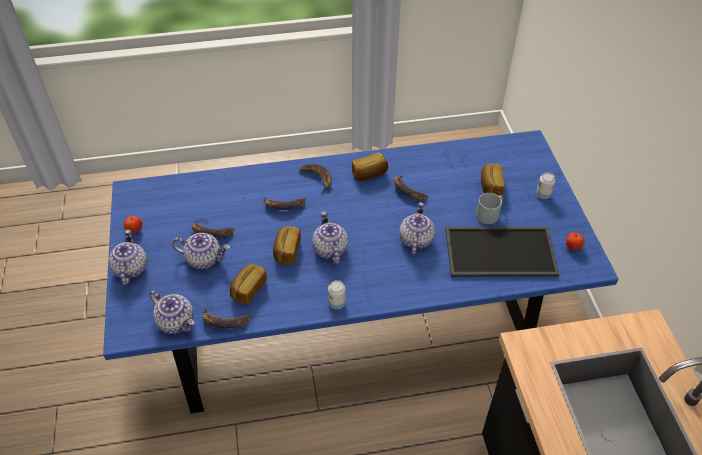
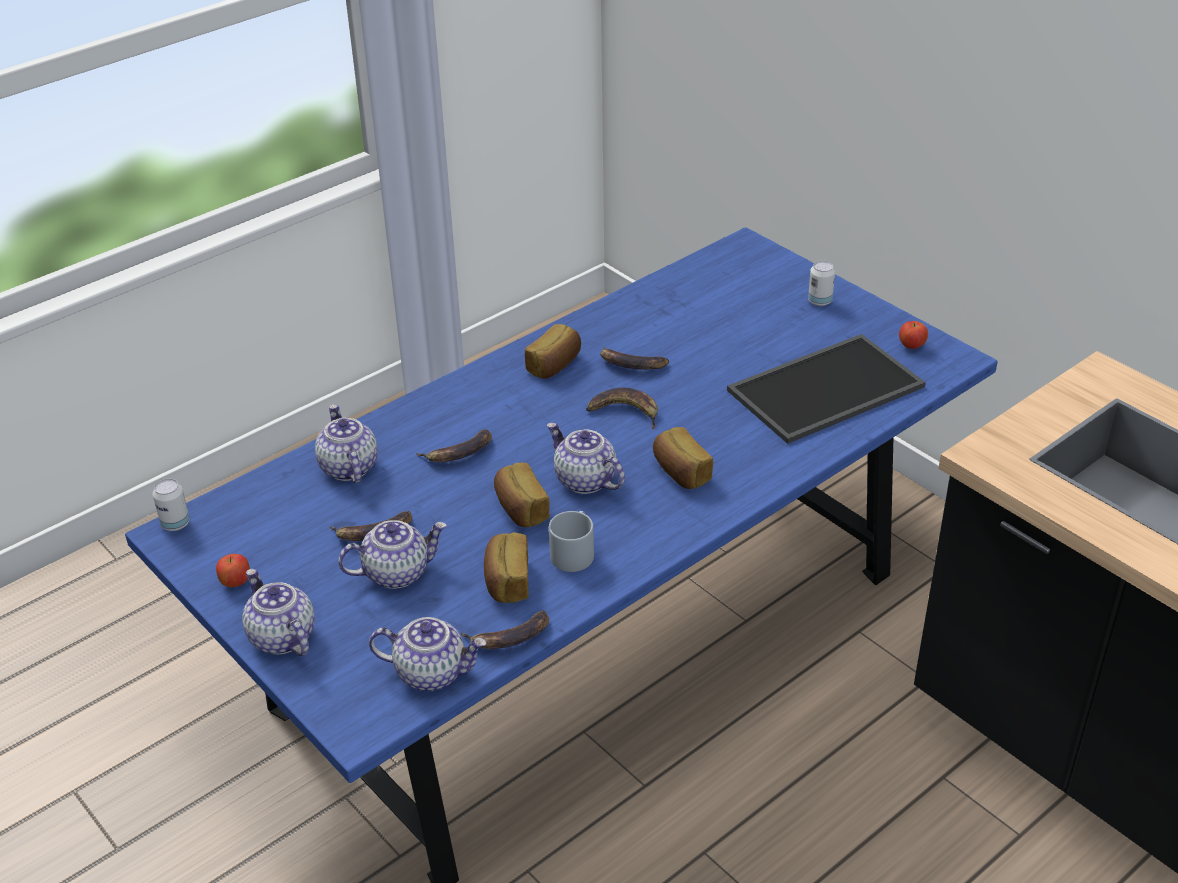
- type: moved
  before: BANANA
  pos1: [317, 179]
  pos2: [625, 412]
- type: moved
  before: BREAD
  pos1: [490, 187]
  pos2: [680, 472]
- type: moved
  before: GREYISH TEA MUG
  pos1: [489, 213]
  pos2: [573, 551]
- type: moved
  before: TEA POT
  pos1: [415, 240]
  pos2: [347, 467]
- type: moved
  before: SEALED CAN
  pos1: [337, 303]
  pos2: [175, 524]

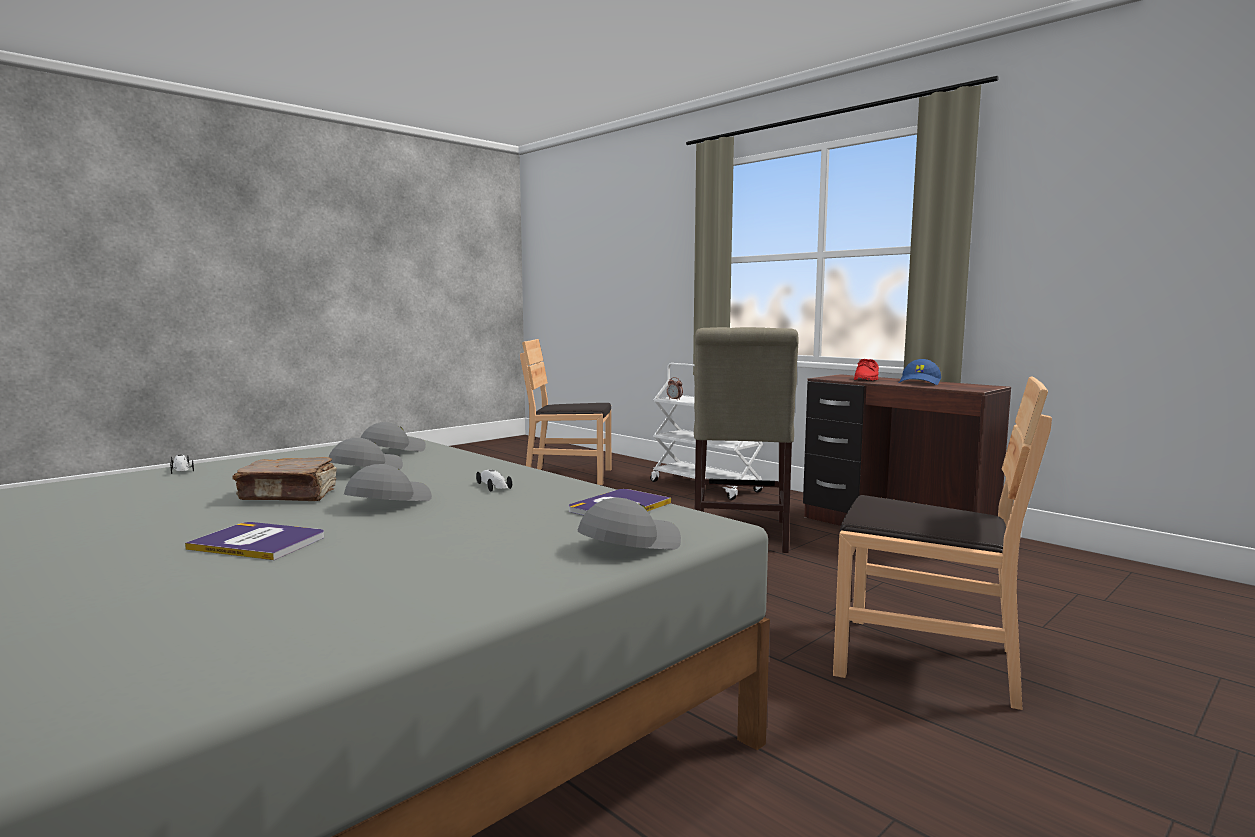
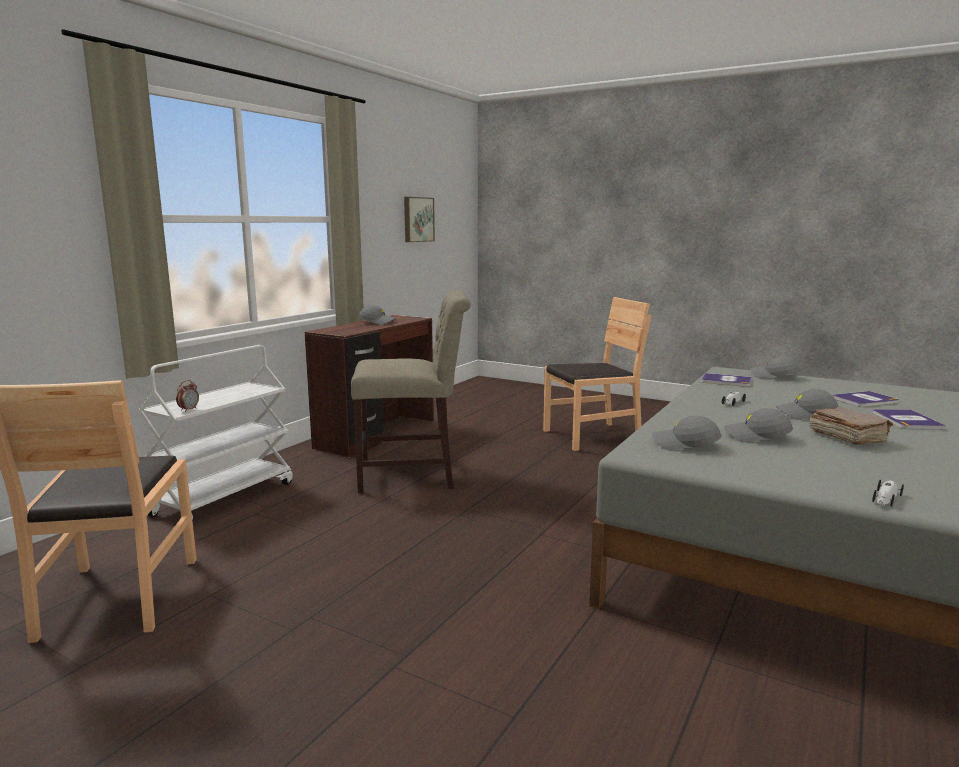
- type: removed
  before: RED LOW SHOE
  pos1: [867, 379]
- type: recoloured
  before: BLUISH CAP
  after: GREYISH CAP
  pos1: [920, 382]
  pos2: [378, 322]
- type: turned
  before: BROWN UPRIGHT CHAIR
  pos1: [925, 660]
  pos2: [591, 436]
  turn: 60
- type: added
  after: WALL ART
  pos2: [417, 219]
- type: added
  after: BOOK
  pos2: [864, 400]

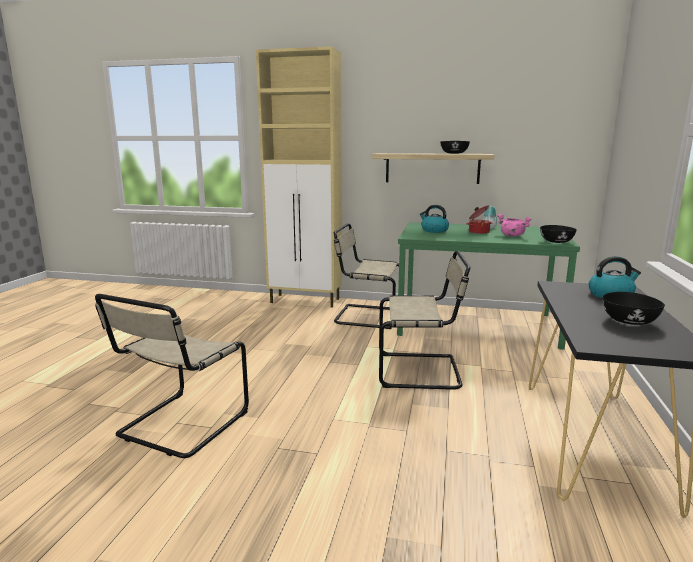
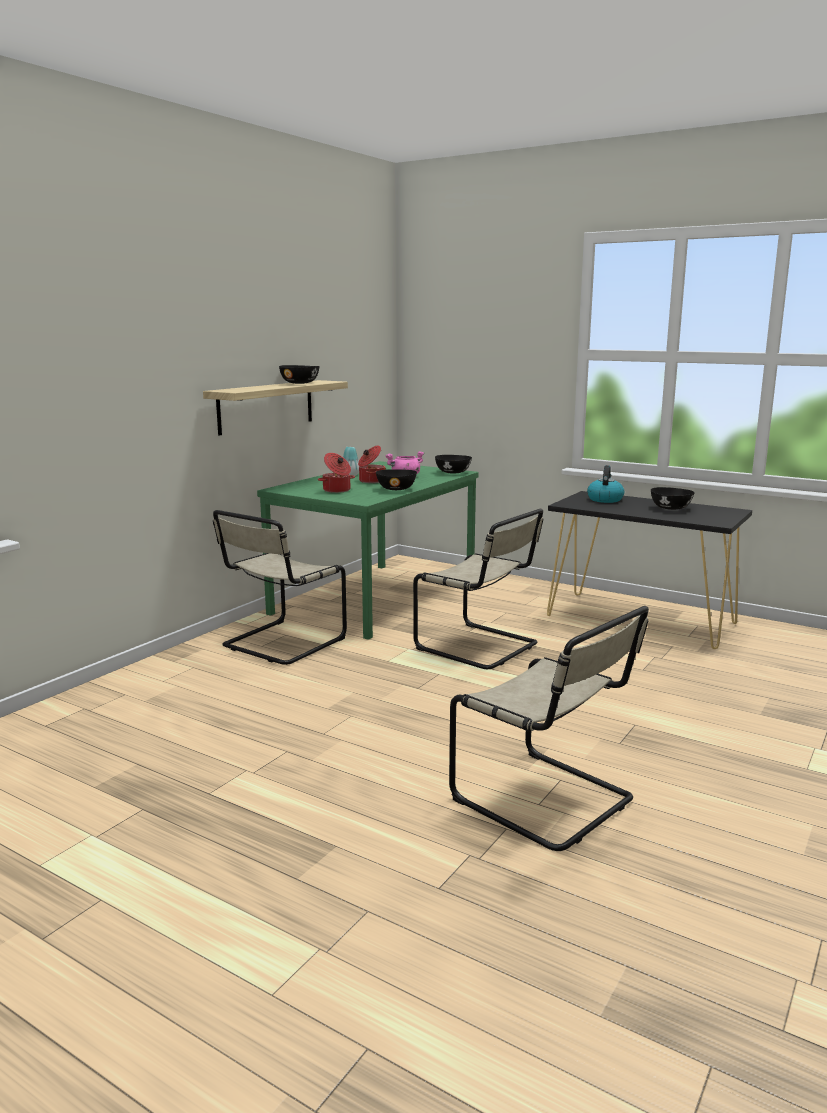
- type: removed
  before: BEIGE CABINET
  pos1: [306, 301]
- type: replaced
  before: KETTLE
  after: SAUCEPOT
  pos1: [434, 230]
  pos2: [337, 490]
- type: turned
  before: BEIGE UPRIGHT CHAIR
  pos1: [422, 371]
  pos2: [480, 647]
  turn: 105
- type: added
  after: BLACK-COLOURED BOWL
  pos2: [396, 489]

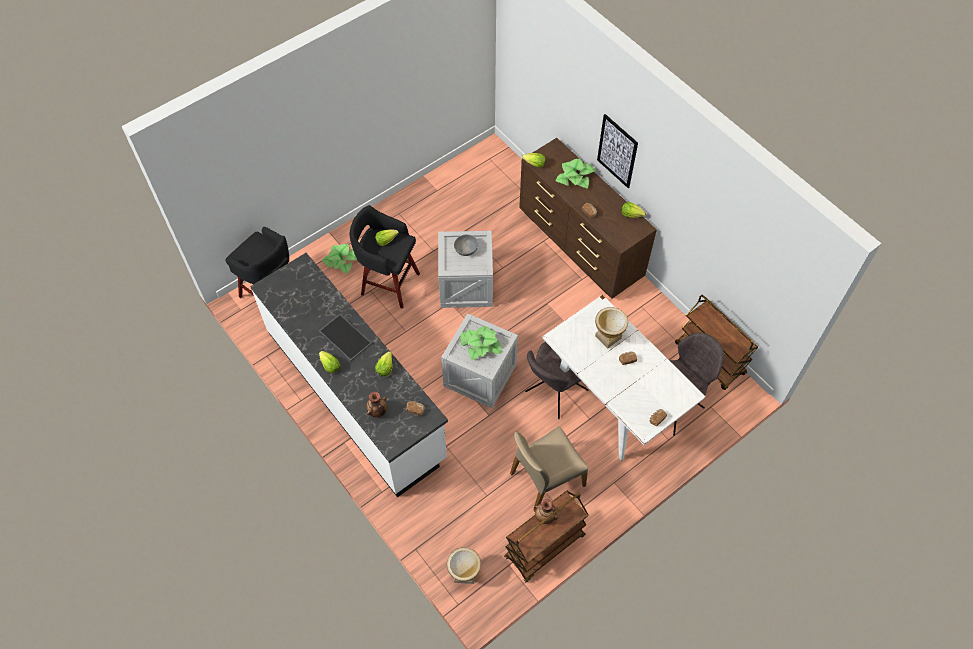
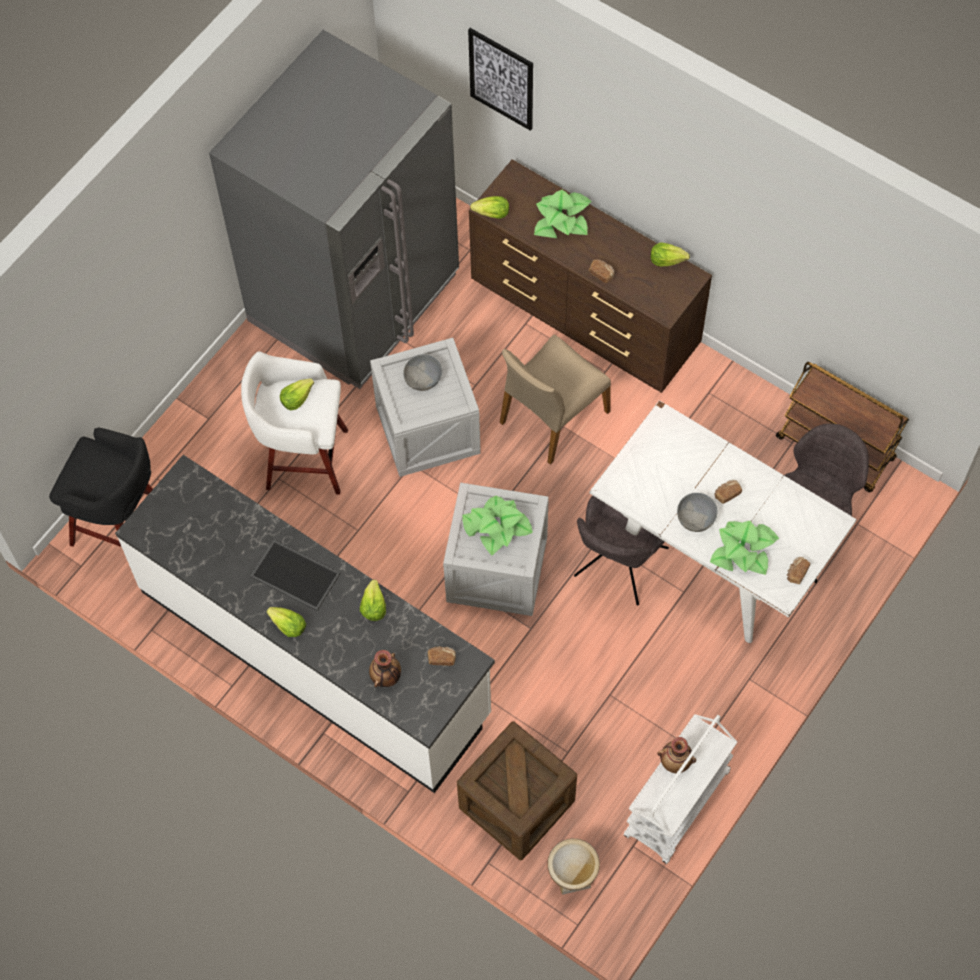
- type: moved
  before: WALL ART
  pos1: [617, 151]
  pos2: [501, 79]
- type: recoloured
  before: BLACK-COLOURED STOOL
  after: WHITE STOOL
  pos1: [388, 283]
  pos2: [303, 458]
- type: moved
  before: PLANT IN A POT
  pos1: [342, 260]
  pos2: [743, 551]
- type: removed
  before: FLOWER VASE
  pos1: [608, 336]
- type: moved
  before: BEIGE UPRIGHT CHAIR
  pos1: [546, 479]
  pos2: [552, 416]
- type: recoloured
  before: BROWN WHEELED CART
  after: WHITE WHEELED CART
  pos1: [544, 547]
  pos2: [677, 805]
- type: added
  after: GREYISH KITCHEN FRIDGE
  pos2: [354, 298]
- type: added
  after: GREYISH BOWL
  pos2: [696, 518]
- type: added
  after: SHIPPING CRATE
  pos2: [516, 804]

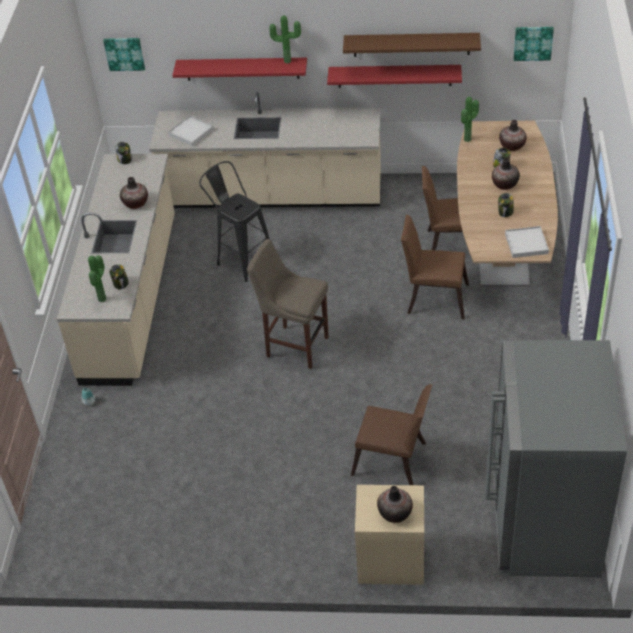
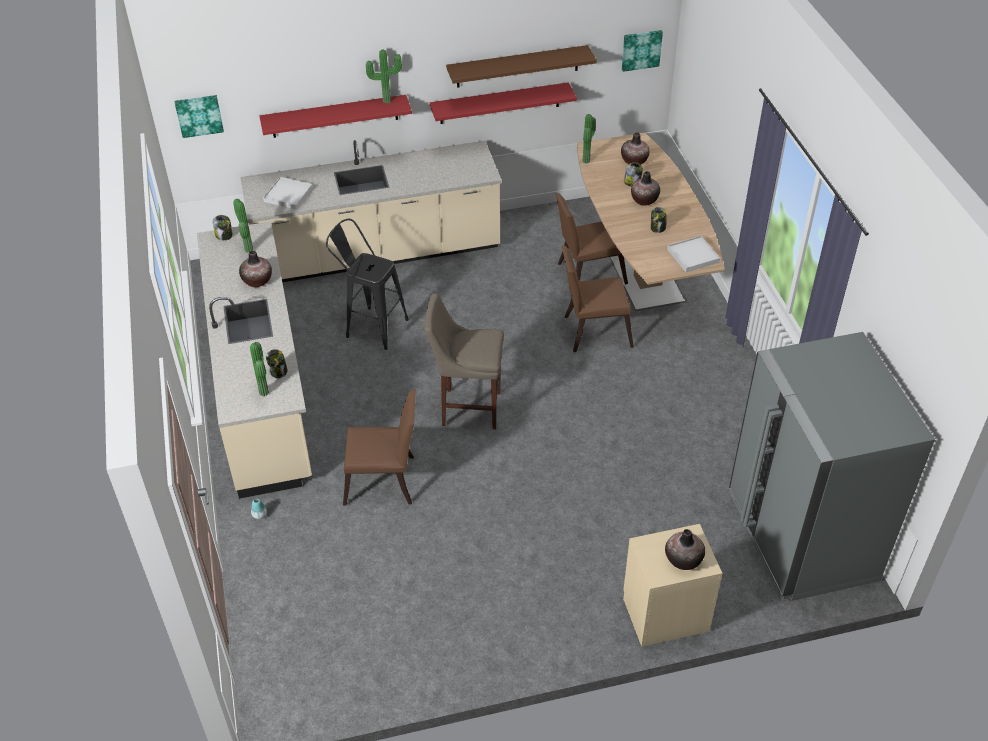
- type: moved
  before: BROWN UPRIGHT CHAIR
  pos1: [394, 461]
  pos2: [385, 482]
- type: added
  after: PLANT IN A POT
  pos2: [247, 250]

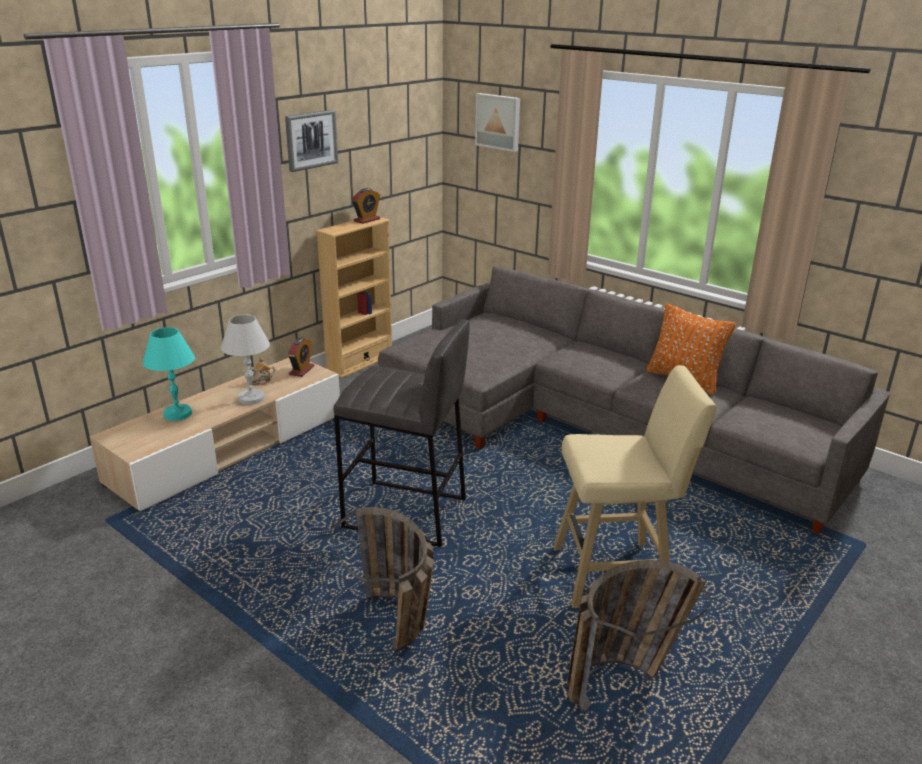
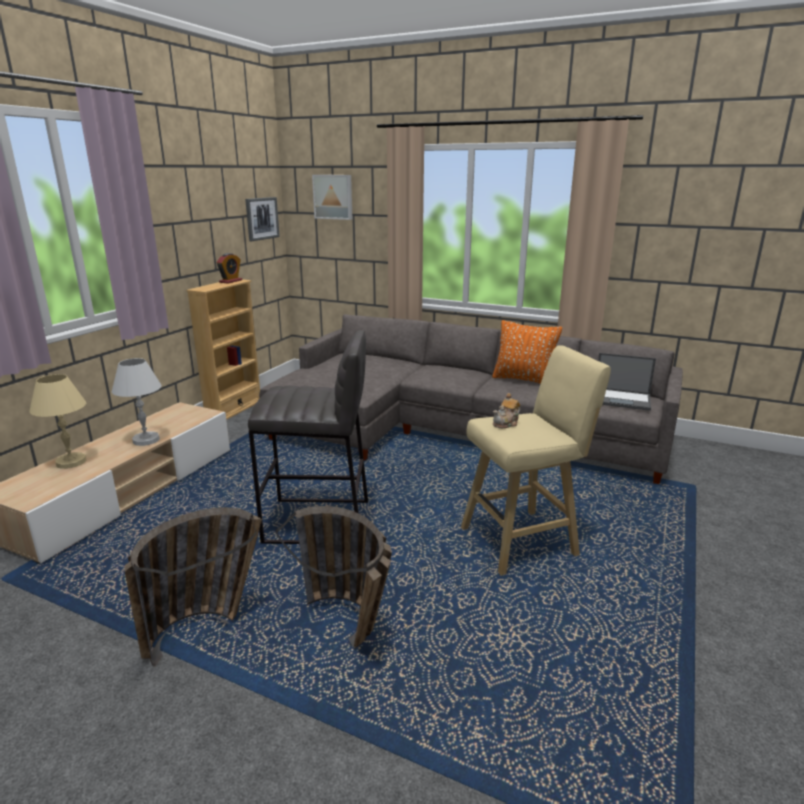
- type: moved
  before: WALL ART
  pos1: [311, 140]
  pos2: [261, 218]
- type: recoloured
  before: TURQUOISE-COLOURED LAMP FOR A TABLE
  after: BEIGE LAMP FOR A TABLE
  pos1: [177, 414]
  pos2: [71, 462]
- type: removed
  before: BEDSIDE CLOCK
  pos1: [301, 370]
- type: moved
  before: TEA POT
  pos1: [260, 381]
  pos2: [506, 423]
- type: moved
  before: STORAGE BASKET
  pos1: [624, 680]
  pos2: [206, 628]
- type: added
  after: PORTABLE COMPUTER
  pos2: [622, 399]

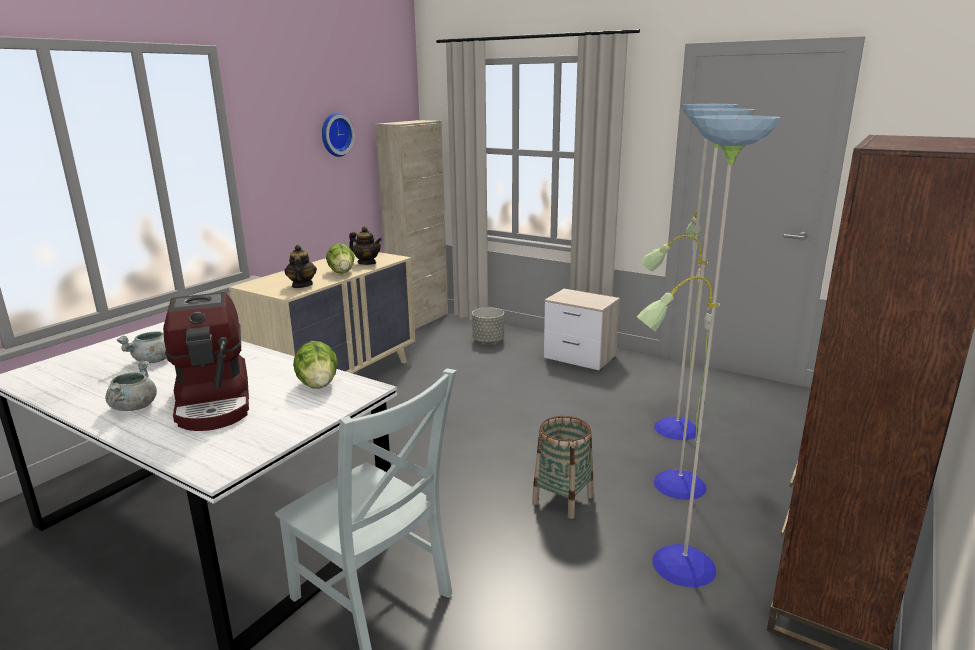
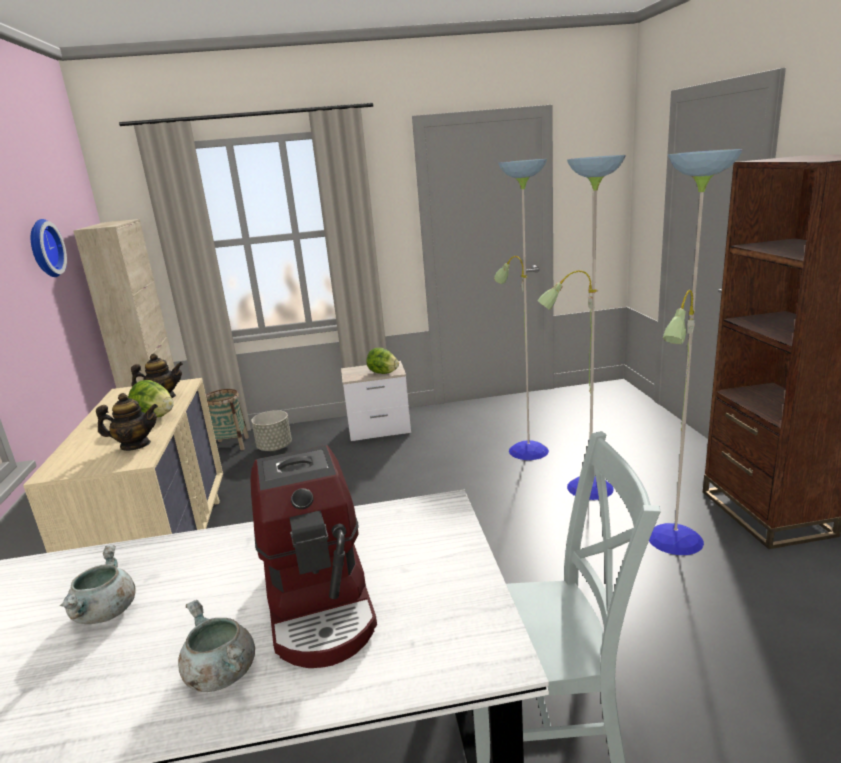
- type: turned
  before: TEA POT
  pos1: [302, 285]
  pos2: [135, 445]
  turn: 135
- type: turned
  before: COFFEE MAKER
  pos1: [215, 402]
  pos2: [321, 604]
  turn: 45
- type: moved
  before: LETTUCE HEAD
  pos1: [318, 385]
  pos2: [383, 373]
- type: moved
  before: STORAGE BASKET
  pos1: [563, 499]
  pos2: [231, 445]

